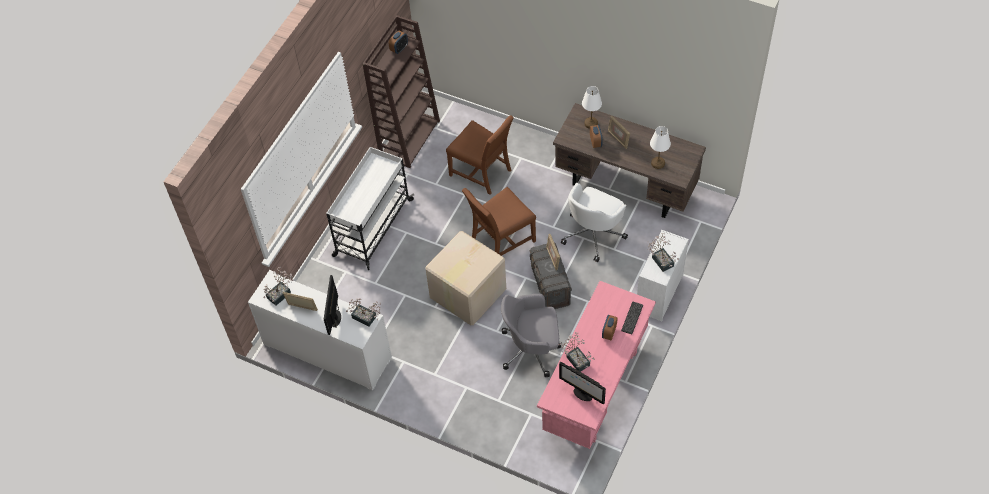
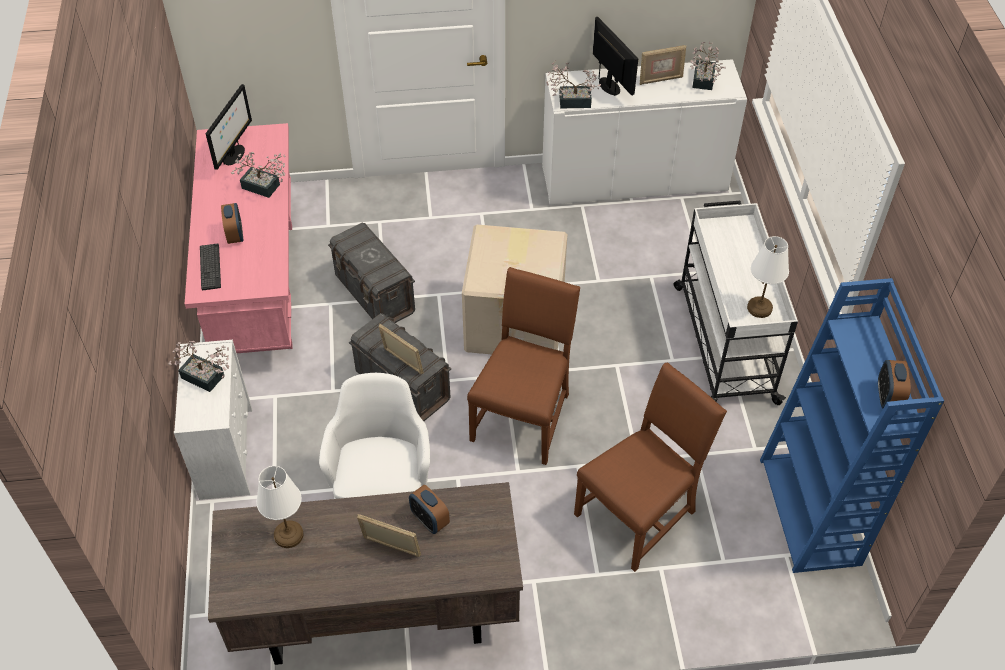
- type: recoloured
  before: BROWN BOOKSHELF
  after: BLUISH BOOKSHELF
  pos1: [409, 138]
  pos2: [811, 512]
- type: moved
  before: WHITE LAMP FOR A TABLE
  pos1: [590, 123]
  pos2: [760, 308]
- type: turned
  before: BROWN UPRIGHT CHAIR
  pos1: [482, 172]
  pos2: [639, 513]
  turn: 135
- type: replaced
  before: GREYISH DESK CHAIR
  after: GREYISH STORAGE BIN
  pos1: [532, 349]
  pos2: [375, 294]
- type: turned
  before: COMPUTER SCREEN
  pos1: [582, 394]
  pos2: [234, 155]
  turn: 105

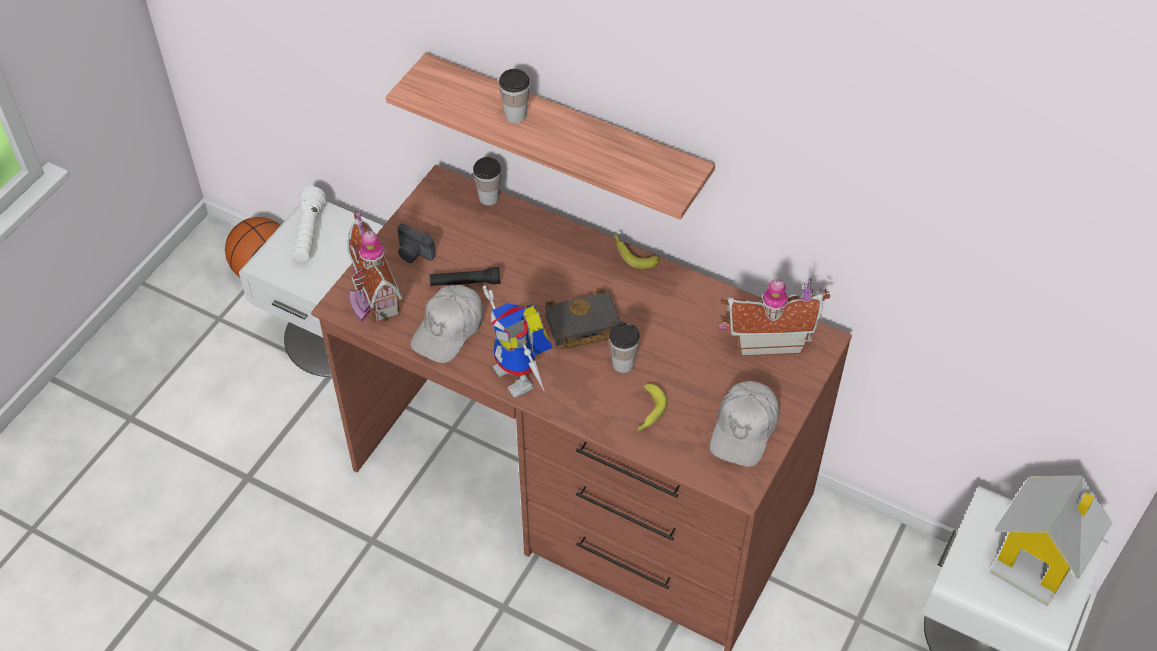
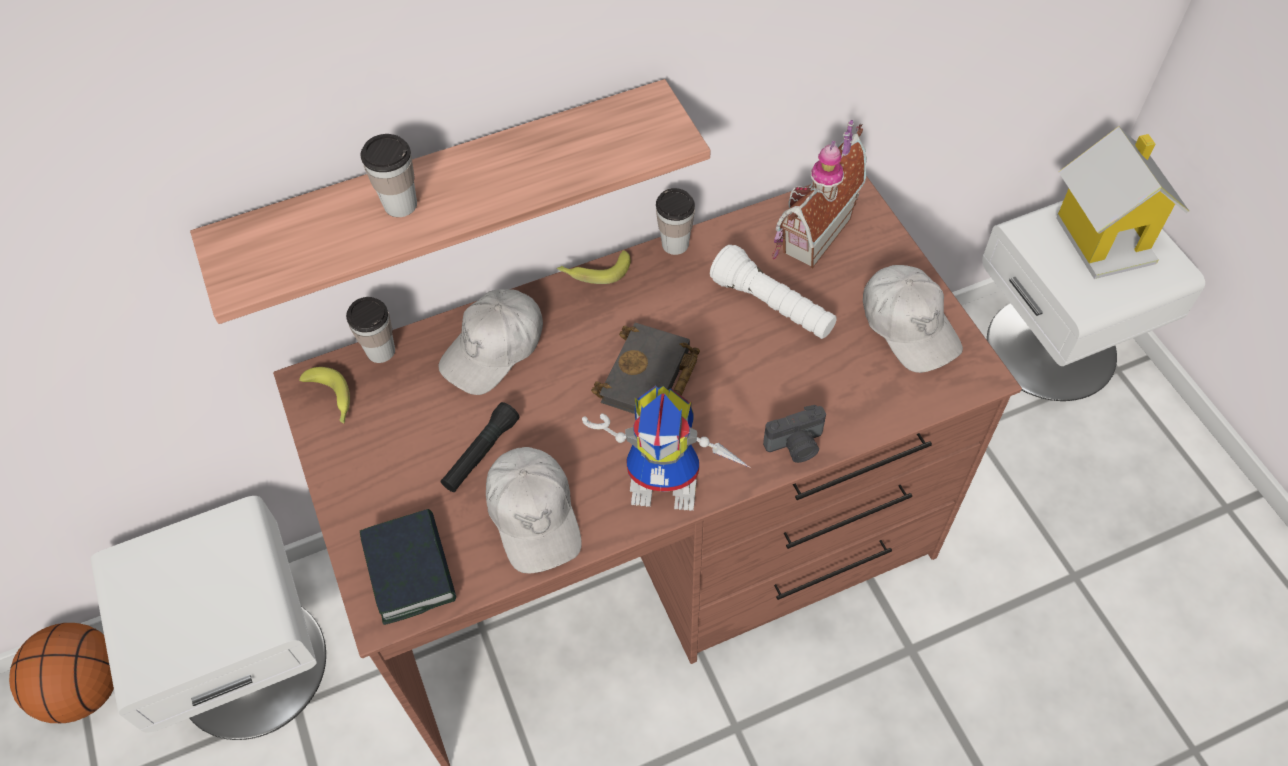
- type: moved
  before: WHITE TORCH
  pos1: [309, 234]
  pos2: [772, 306]
- type: replaced
  before: TOY HOUSE
  after: BOOK
  pos1: [372, 300]
  pos2: [410, 570]
- type: moved
  before: STILL CAMERA
  pos1: [413, 254]
  pos2: [796, 446]
- type: moved
  before: DRINKING CUP
  pos1: [623, 364]
  pos2: [675, 244]
- type: moved
  before: BANANA
  pos1: [648, 412]
  pos2: [331, 400]
- type: added
  after: WHITE CAP
  pos2: [494, 349]

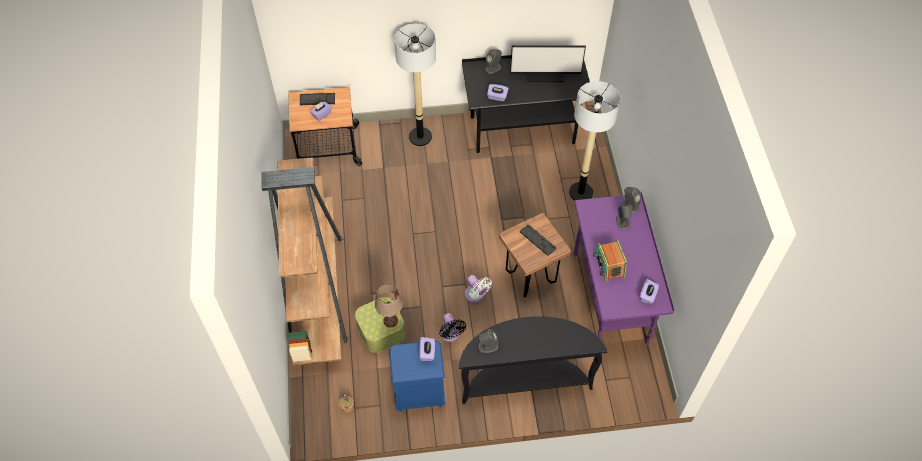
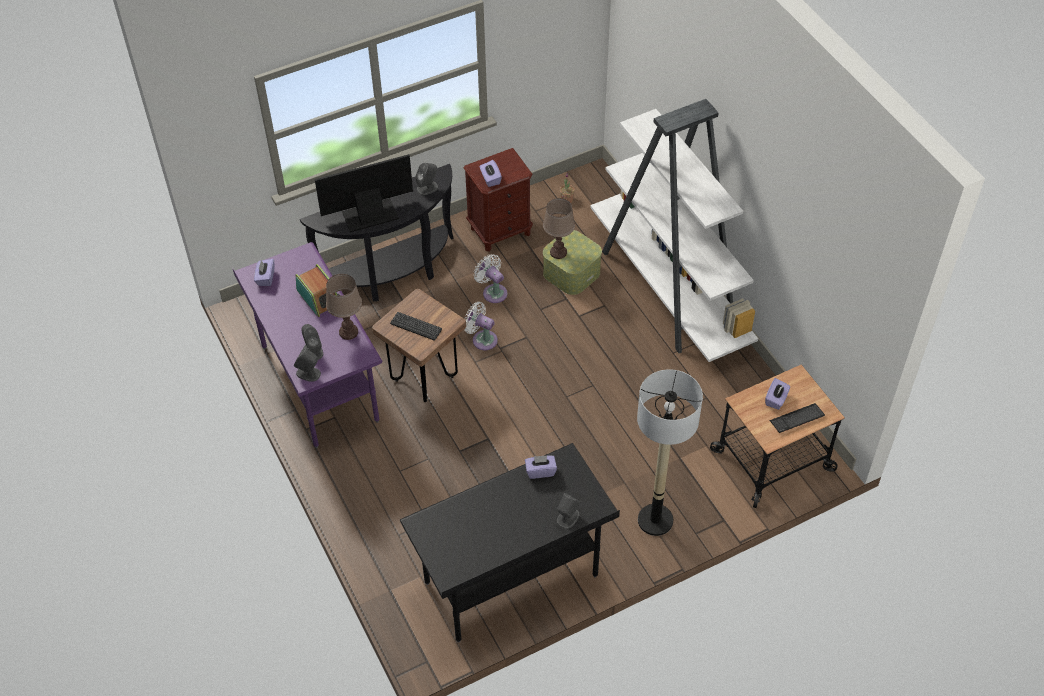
- type: moved
  before: COMPUTER SCREEN
  pos1: [545, 74]
  pos2: [370, 214]
- type: removed
  before: STANDARD LAMP
  pos1: [581, 192]
- type: recoloured
  before: BROWN BOOKSHELF
  after: WHITE BOOKSHELF
  pos1: [316, 289]
  pos2: [669, 291]
- type: recoloured
  before: BLACK-COLOURED ELECTRIC FAN
  after: WHITE ELECTRIC FAN
  pos1: [450, 335]
  pos2: [493, 292]
- type: recoloured
  before: BLUISH NIGHTSTAND
  after: BROWN NIGHTSTAND
  pos1: [419, 393]
  pos2: [500, 231]
- type: added
  after: BROWN LAMP FOR A TABLE
  pos2: [348, 332]

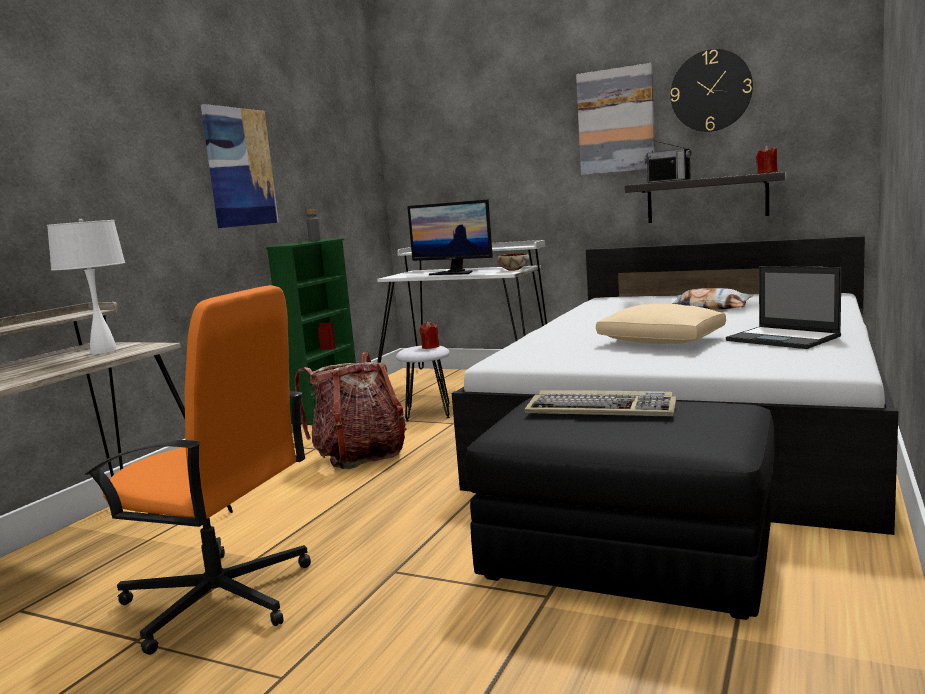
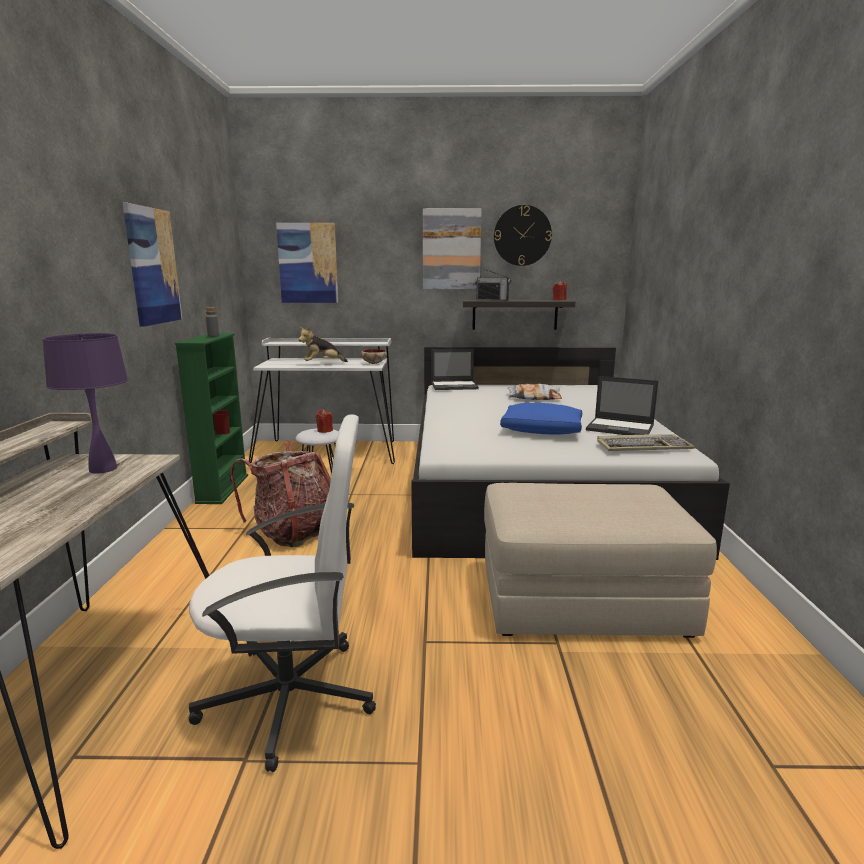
- type: replaced
  before: COMPUTER SCREEN
  after: PLUSH TOY
  pos1: [454, 273]
  pos2: [322, 364]
- type: recoloured
  before: WHITE LAMP FOR A TABLE
  after: PURPLE LAMP FOR A TABLE
  pos1: [103, 351]
  pos2: [102, 469]
- type: recoloured
  before: ORANGE DESK CHAIR
  after: WHITE DESK CHAIR
  pos1: [220, 599]
  pos2: [291, 698]
- type: recoloured
  before: BEIGE PILLOW
  after: BLUISH PILLOW
  pos1: [662, 341]
  pos2: [542, 430]
- type: moved
  before: KEYBOARD
  pos1: [602, 409]
  pos2: [643, 446]
- type: recoloured
  before: BLACK-COLOURED FOOTREST
  after: BEIGE FOOTREST
  pos1: [629, 555]
  pos2: [582, 599]
- type: added
  after: WALL ART
  pos2: [308, 263]
- type: added
  after: PORTABLE COMPUTER
  pos2: [455, 386]

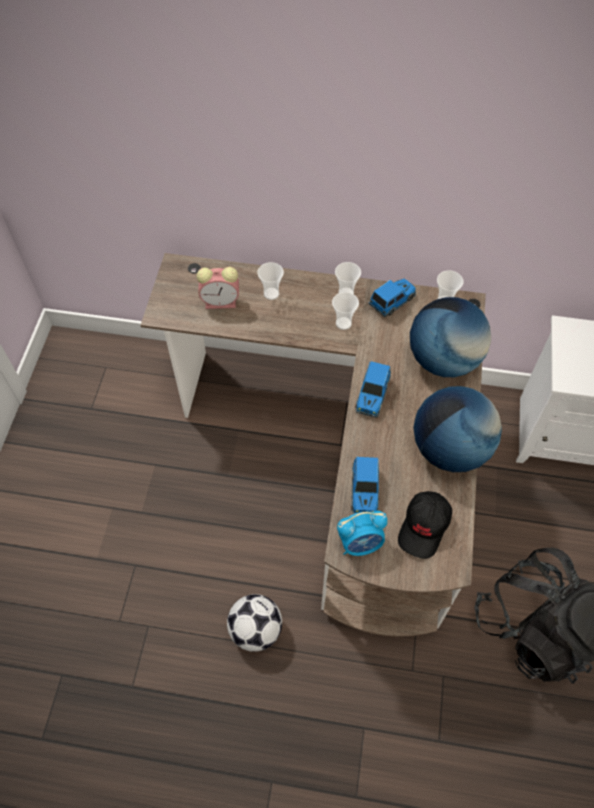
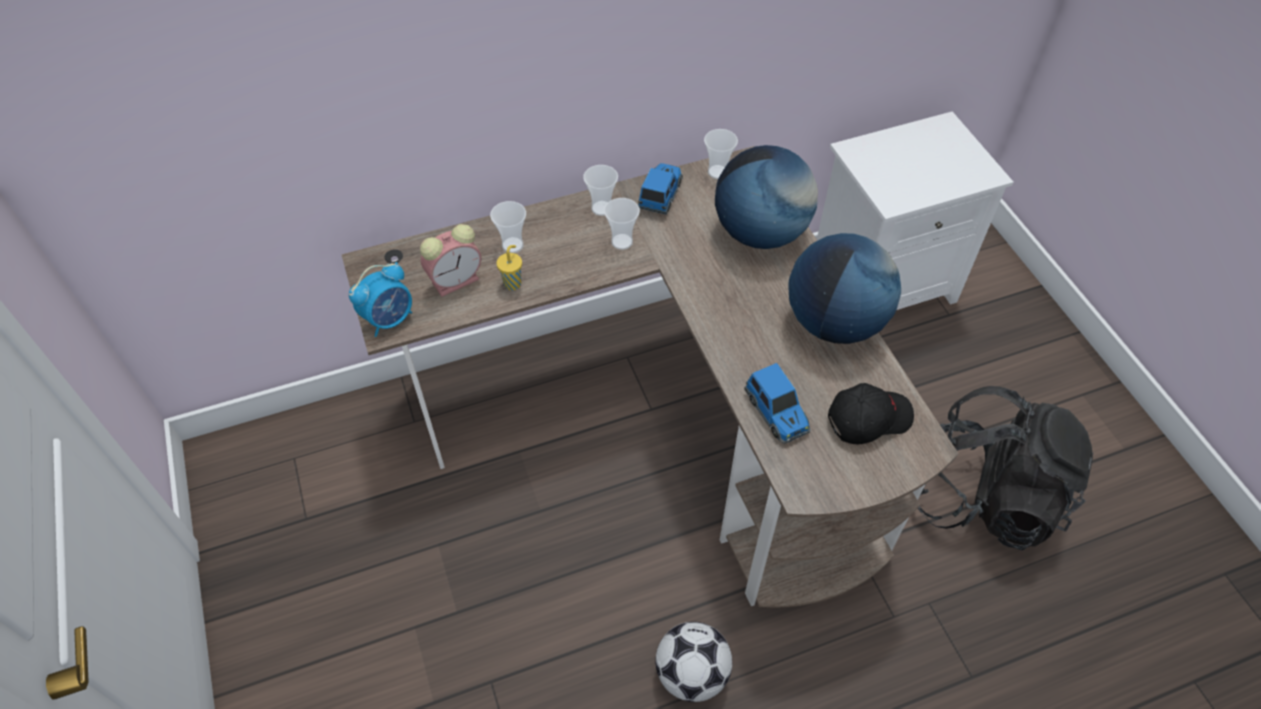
- type: removed
  before: TOY CAR
  pos1: [372, 396]
- type: turned
  before: BLACK-COLOURED CAP
  pos1: [424, 527]
  pos2: [868, 418]
  turn: -105
- type: moved
  before: BEDSIDE CLOCK
  pos1: [360, 543]
  pos2: [389, 319]
- type: added
  after: YELLOW-COLOURED DRINKING CUP
  pos2: [513, 283]

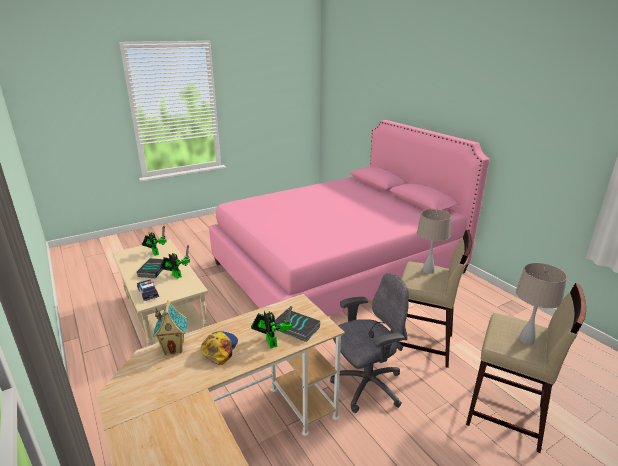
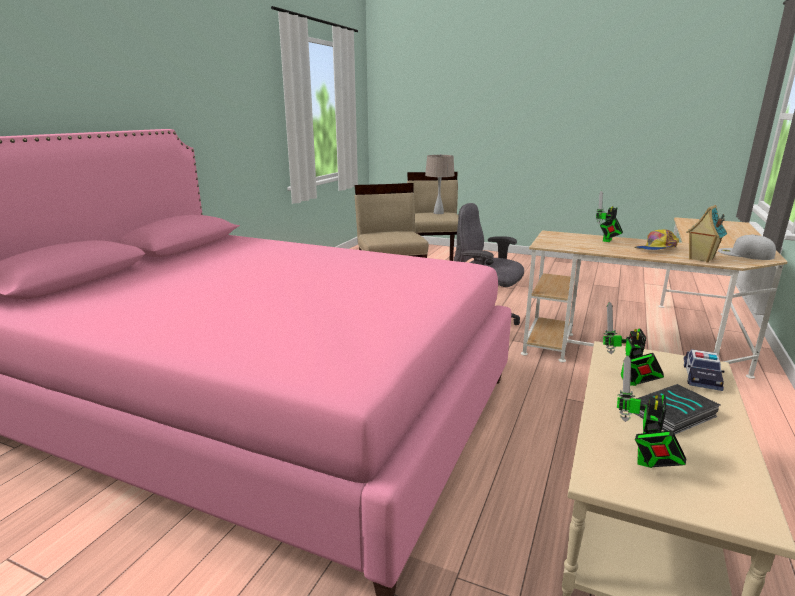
- type: removed
  before: BEIGE LAMP FOR A TABLE
  pos1: [428, 270]
- type: removed
  before: BOOK
  pos1: [295, 328]
- type: added
  after: WHITE CAP
  pos2: [744, 254]

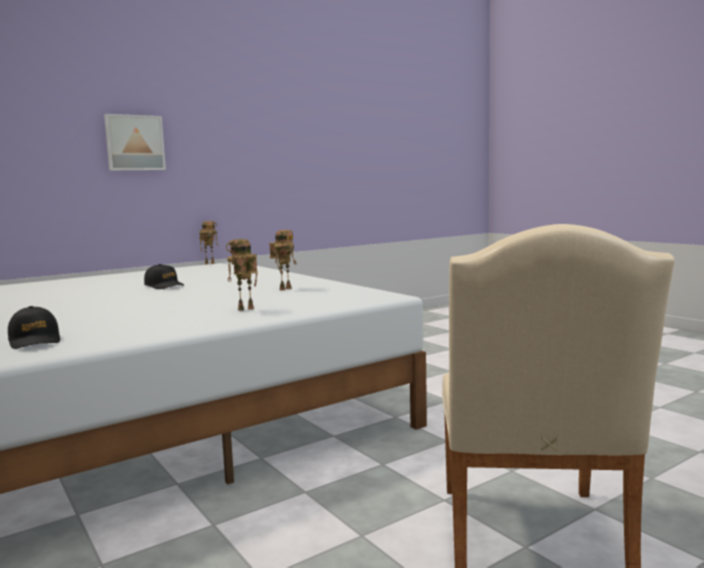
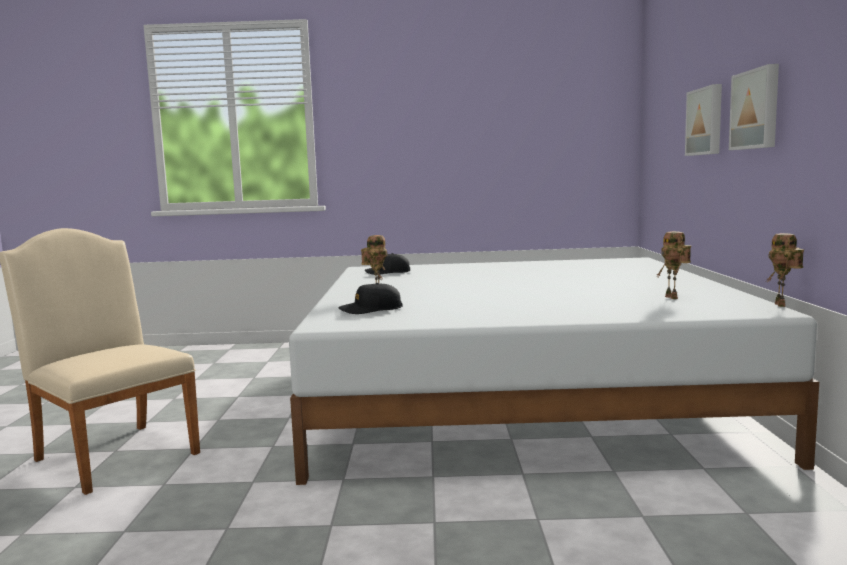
- type: moved
  before: TOY ROBOT
  pos1: [285, 289]
  pos2: [673, 298]
- type: moved
  before: BLACK-COLOURED CAP
  pos1: [164, 286]
  pos2: [371, 310]
- type: added
  after: WALL ART
  pos2: [706, 121]

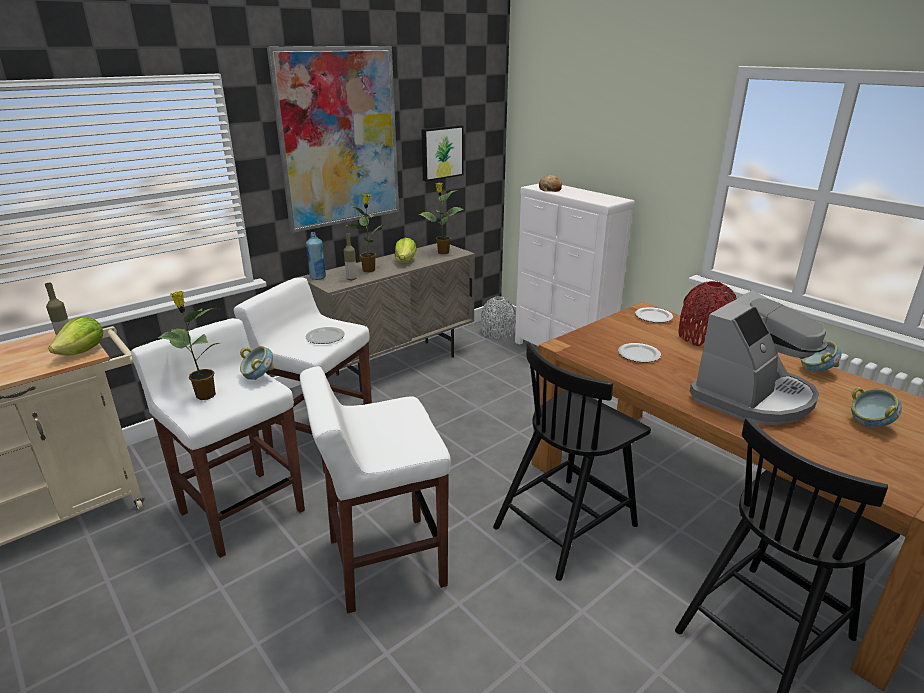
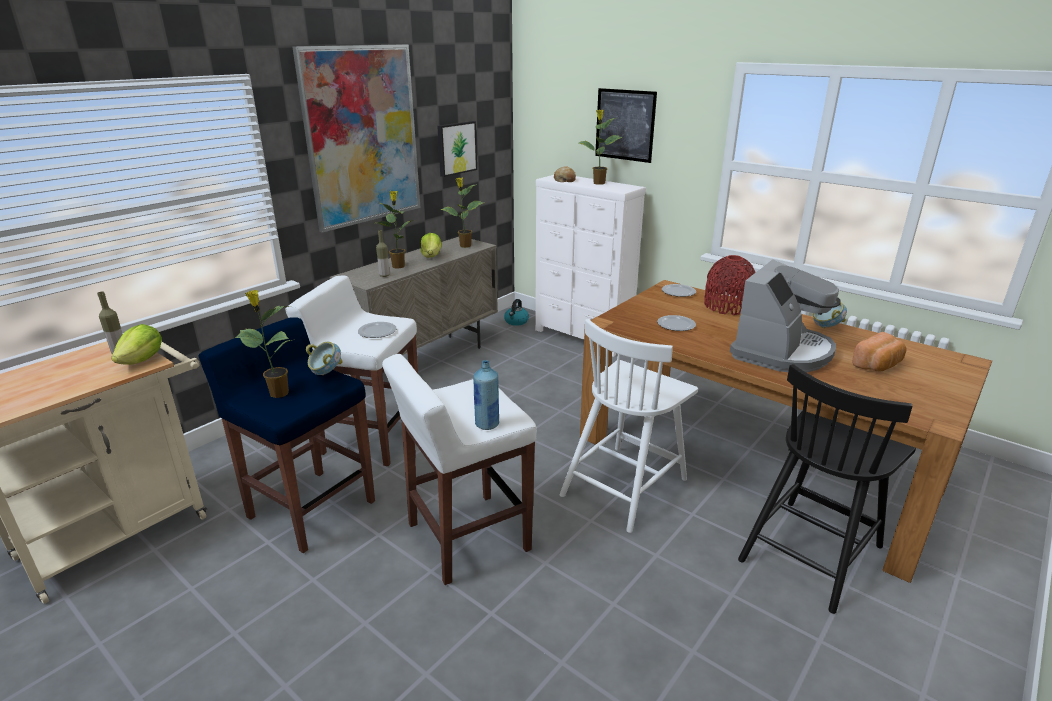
- type: moved
  before: BLUISH DRINK BOTTLE
  pos1: [318, 277]
  pos2: [487, 424]
- type: replaced
  before: GREYISH FLOWER VASE
  after: KETTLE
  pos1: [497, 332]
  pos2: [516, 322]
- type: recoloured
  before: WHITE STOOL
  after: BLUISH STOOL
  pos1: [241, 510]
  pos2: [310, 508]
- type: recoloured
  before: BLACK-COLOURED UPRIGHT CHAIR
  after: WHITE UPRIGHT CHAIR
  pos1: [566, 524]
  pos2: [625, 485]
- type: replaced
  before: BOWL
  after: BREAD
  pos1: [869, 424]
  pos2: [878, 365]
- type: added
  after: WALL ART
  pos2: [625, 125]
- type: added
  after: PLANT IN A POT
  pos2: [598, 183]

